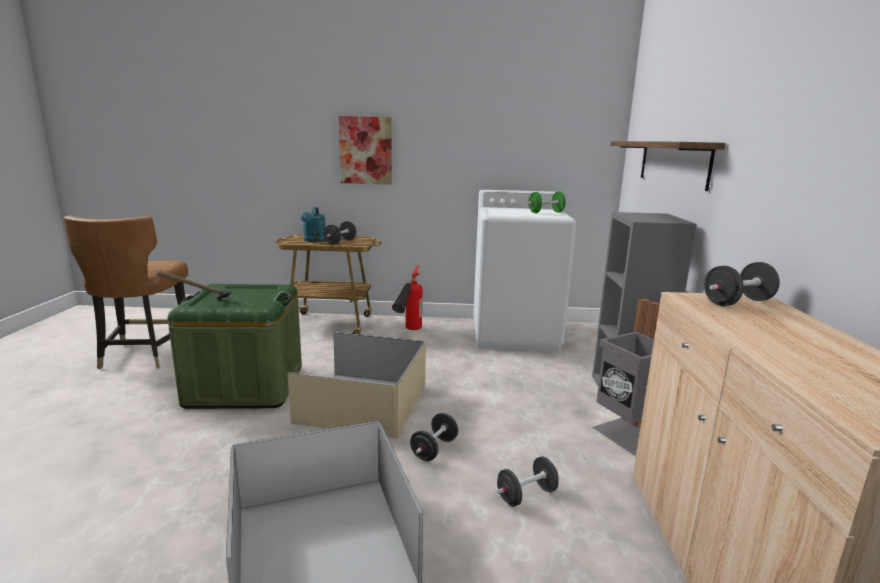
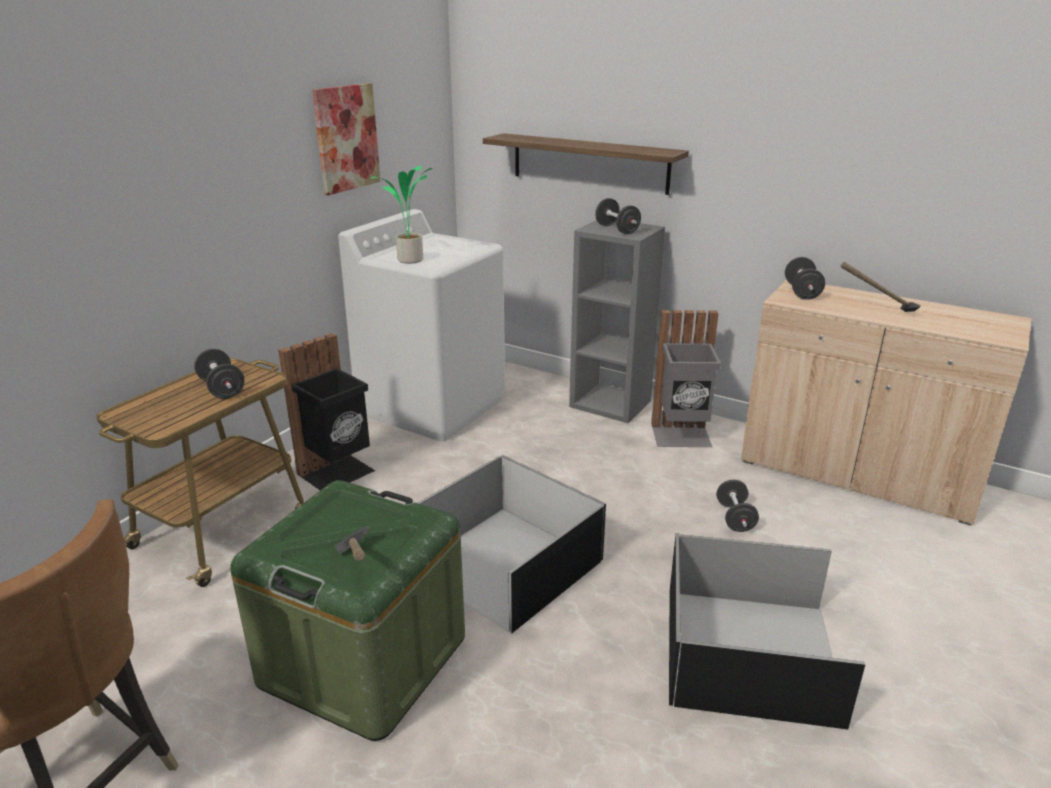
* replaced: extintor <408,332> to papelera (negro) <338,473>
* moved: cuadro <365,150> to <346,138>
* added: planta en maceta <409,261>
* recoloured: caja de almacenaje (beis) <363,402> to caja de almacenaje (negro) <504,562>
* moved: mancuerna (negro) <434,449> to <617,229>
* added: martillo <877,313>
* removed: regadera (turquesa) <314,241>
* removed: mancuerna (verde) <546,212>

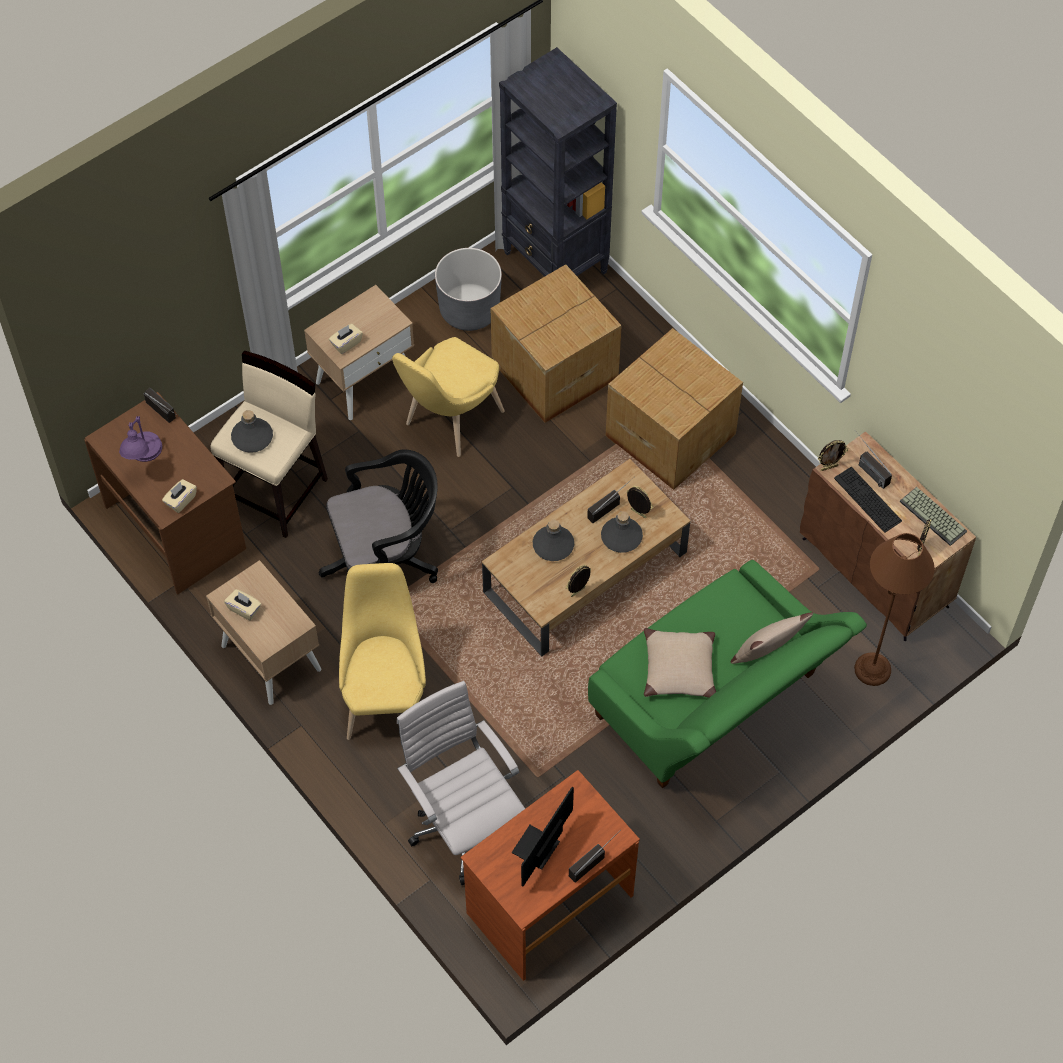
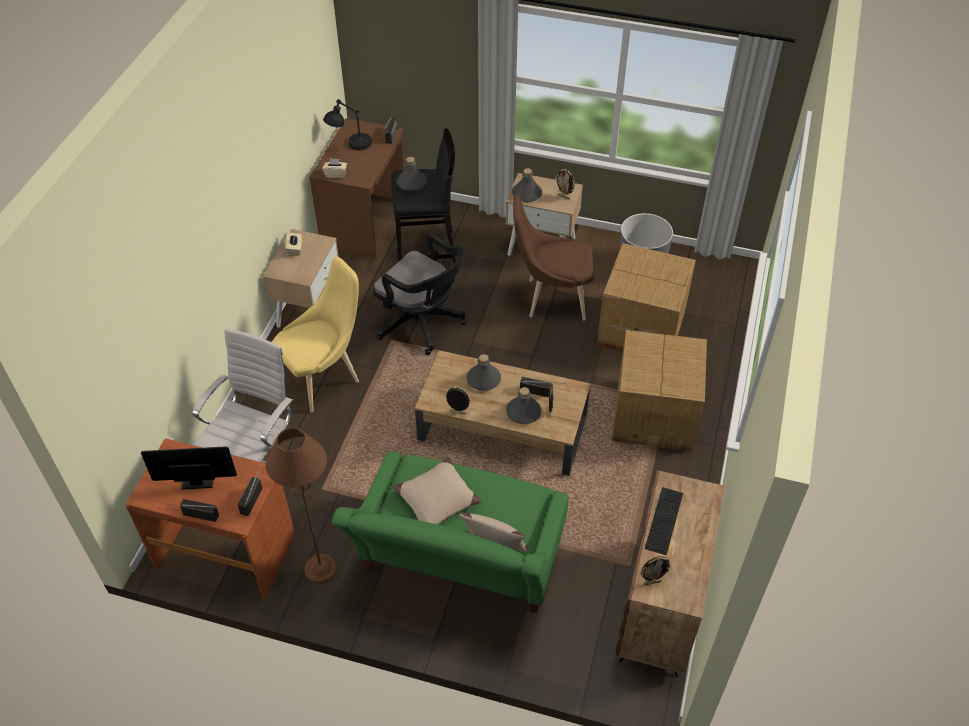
* moved: radio <866,468> to <254,493>
* moved: lámpara de pie (marrón) <872,669> to <320,569>
* recoloured: lámpara de mesa (morado) <144,461> to lámpara de mesa (negro) <350,147>
* recoloured: taburete (beis) <277,492> to taburete (negro) <427,251>
* replaced: caja de pañuelos (beis) <346,343> to botella (gris) <526,194>
* recoloured: silla (amarillo) <449,421> to silla (marrón) <551,299>
* moved: portarretratos <829,467> to <564,197>
* removed: estantería (negro) <556,263>
* removed: teclado <934,516>

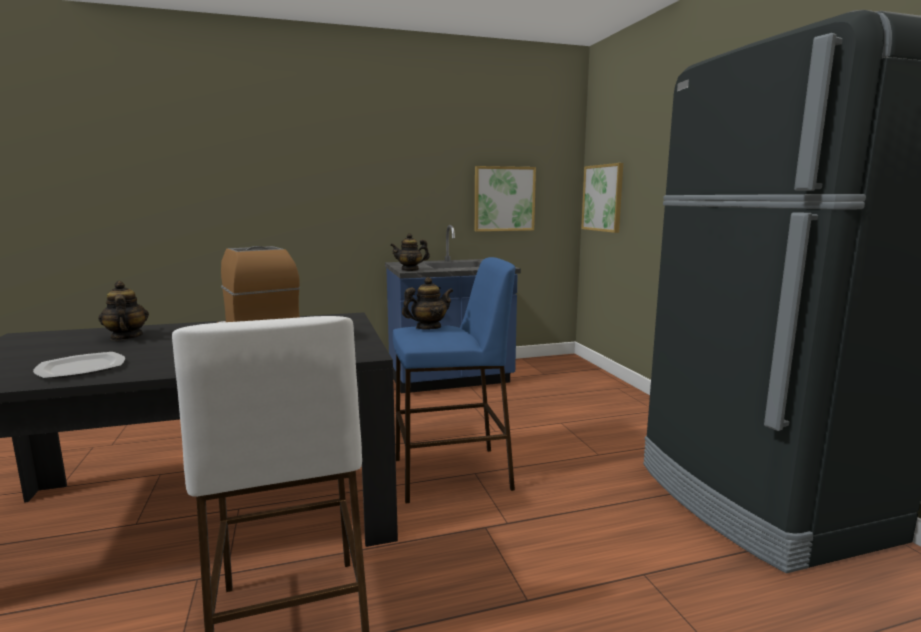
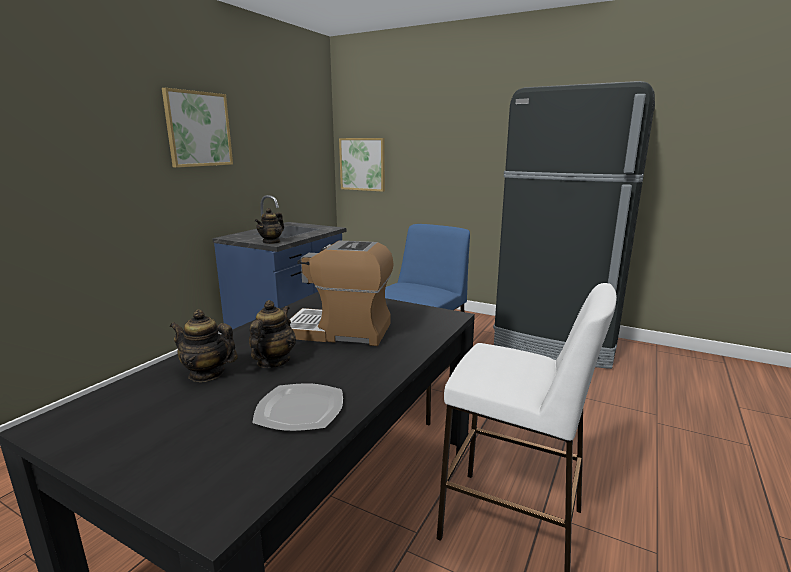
* moved: cuadro <504,199> to <198,129>
* moved: tetera <428,328> to <273,361>

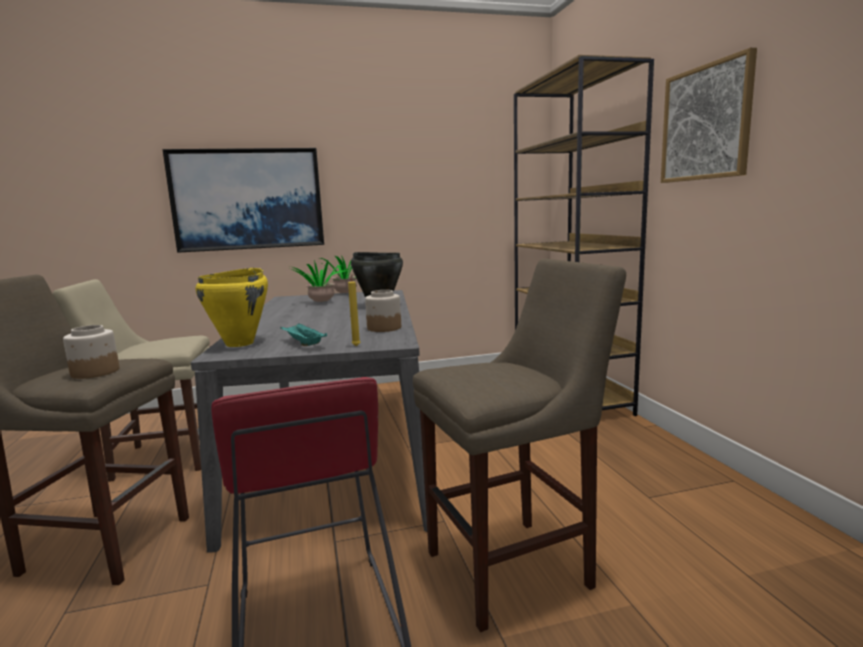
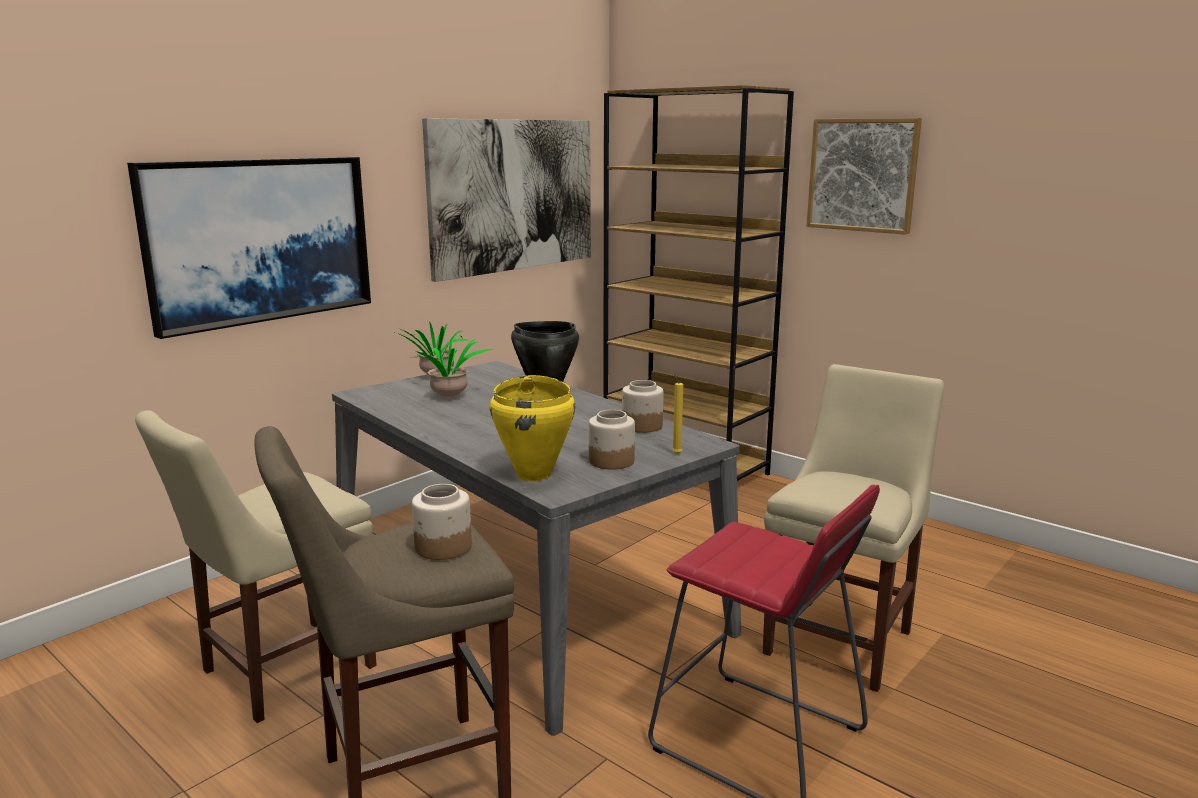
* added: cuadro <513,195>
* replaced: bandeja (turquesa) <303,344> to tarro <611,461>
* replaced: taburete (beis) <515,567> to silla (beis) <842,639>

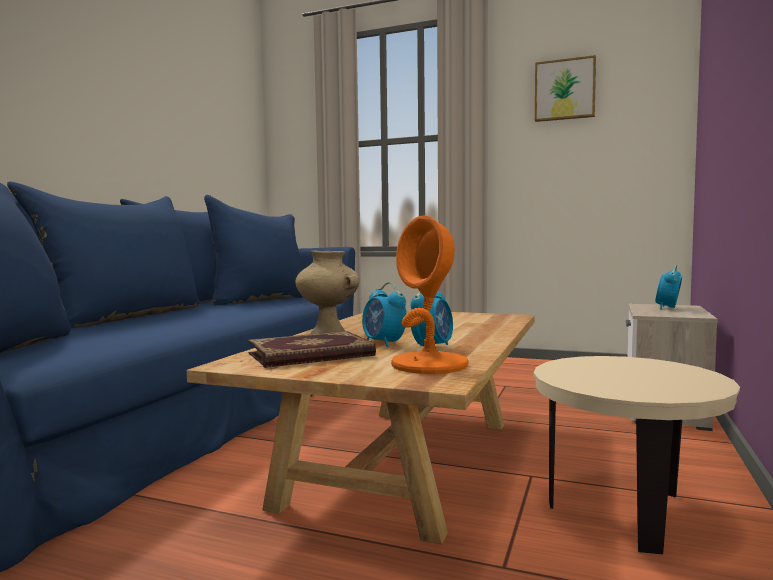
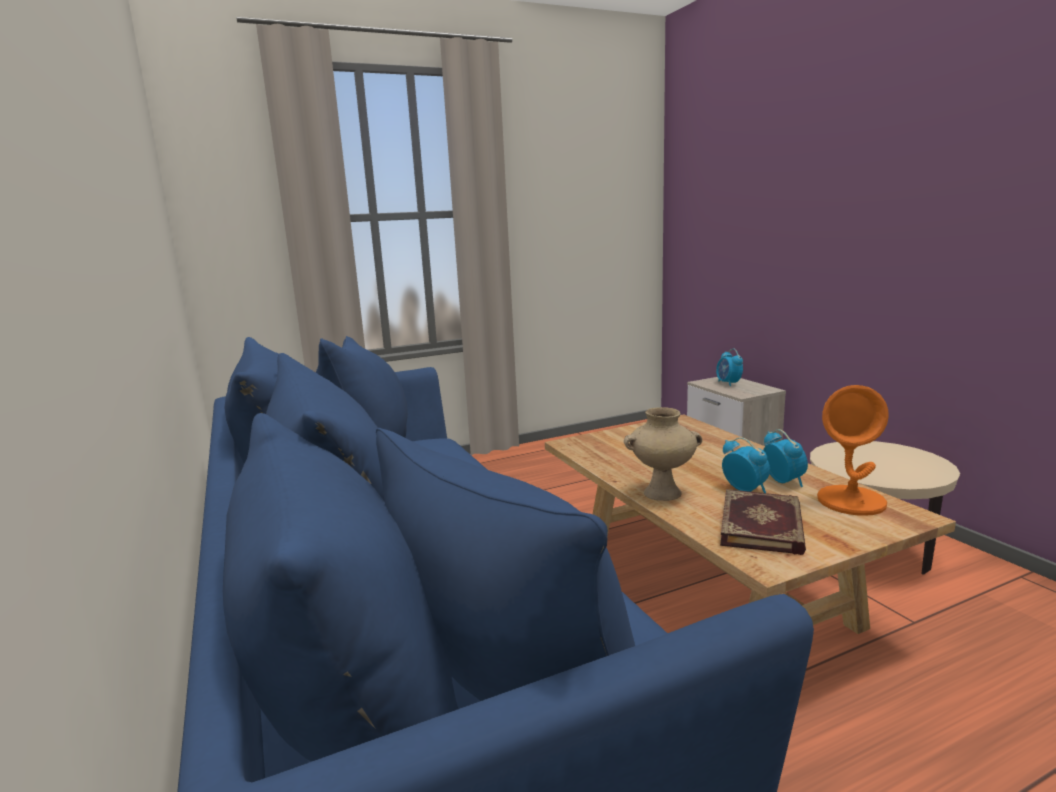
* turned: despertador <384,343> = <745,490> 135 degrees counterclockwise
* removed: cuadro <564,90>

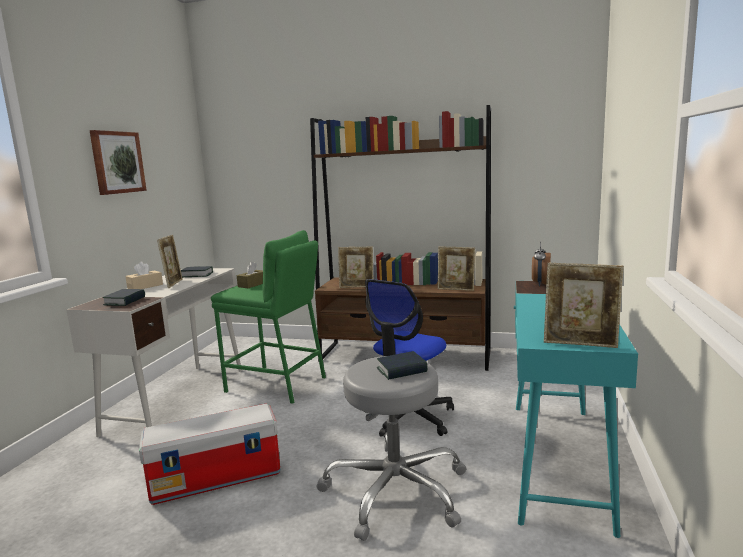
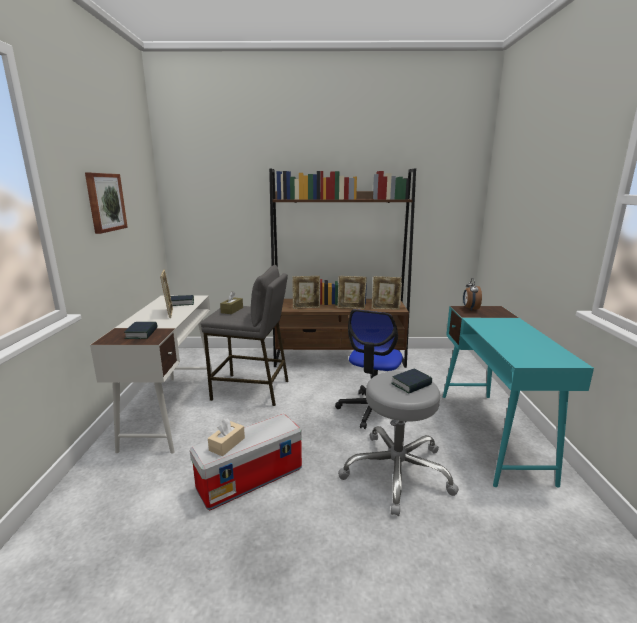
* recoloured: taburete (verde) <276,384> to taburete (gris) <251,390>
* moved: caja de pañuelos (beis) <145,286> to <227,444>
* moved: portarretratos <580,344> to <351,308>

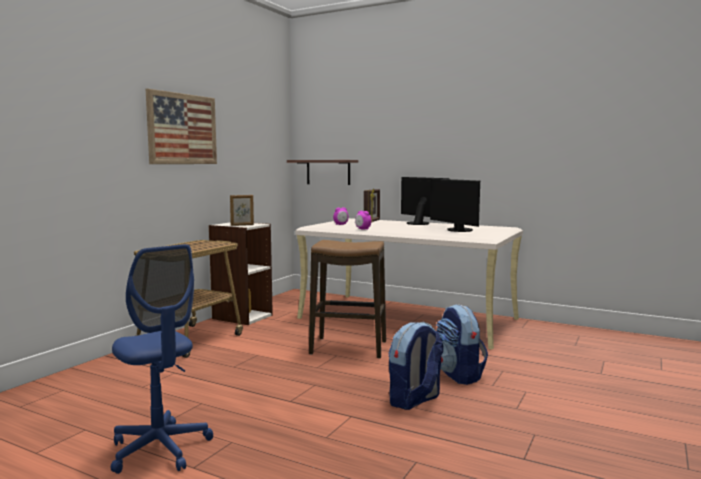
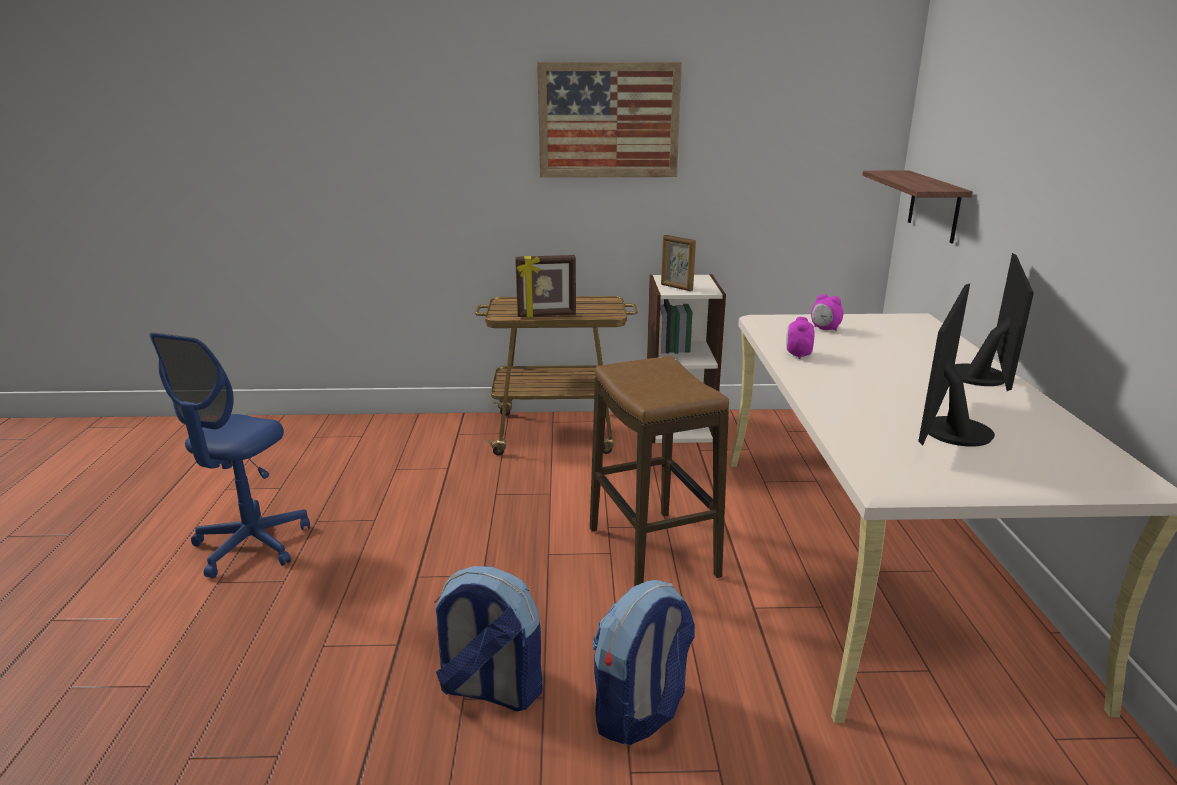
* moved: portarretratos <372,221> to <546,315>

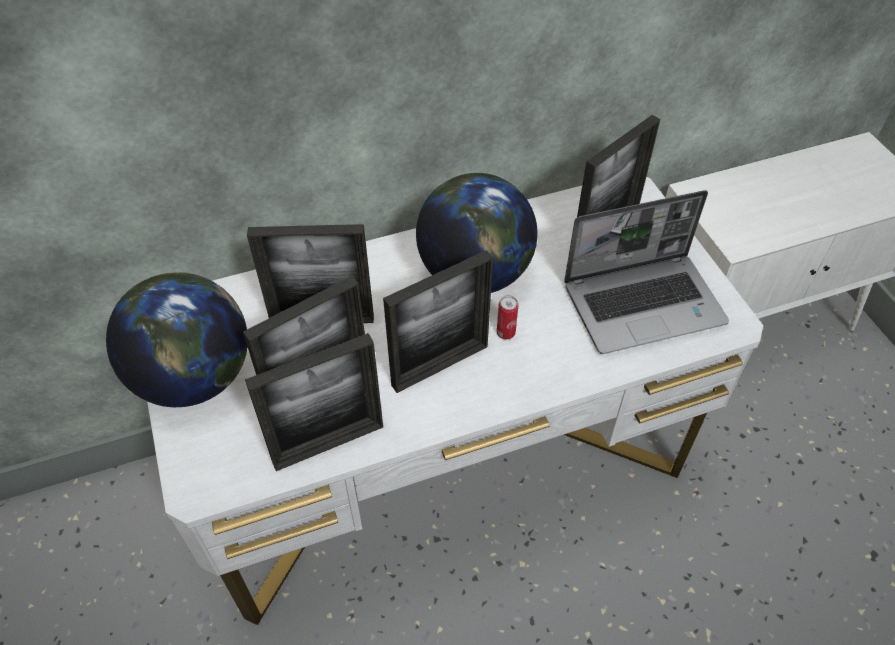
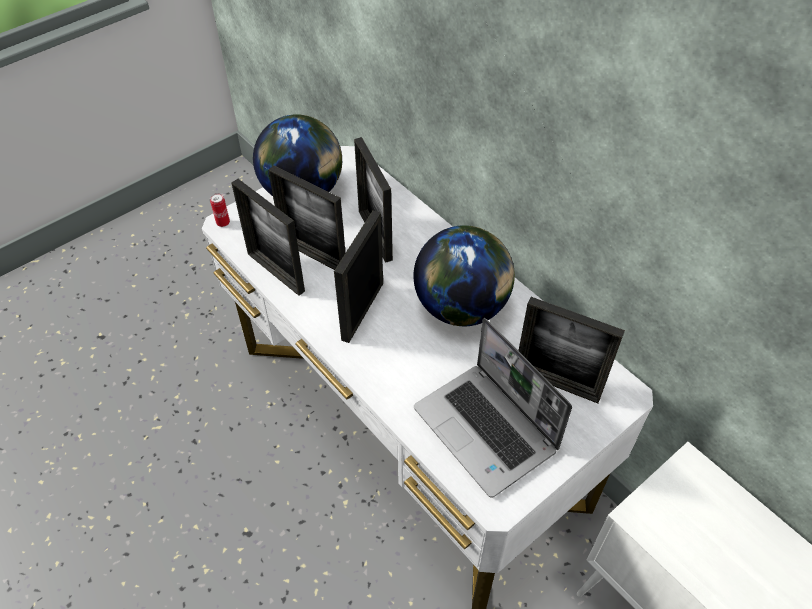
* moved: lata <505,333> to <223,223>
* turned: portarretratos <440,366> = <362,311> 75 degrees clockwise

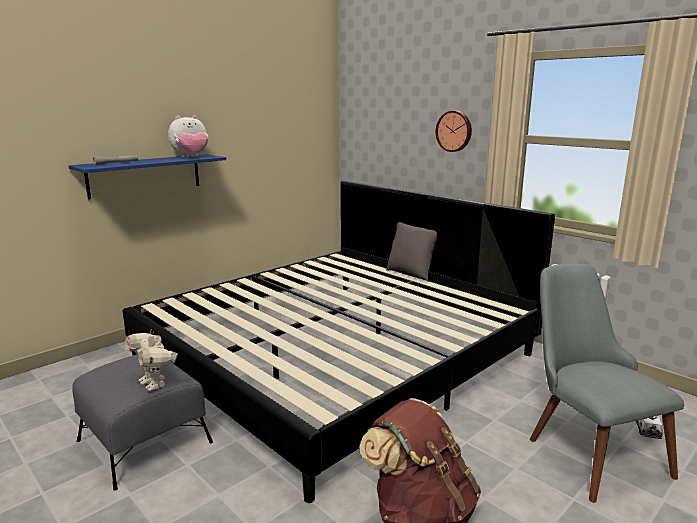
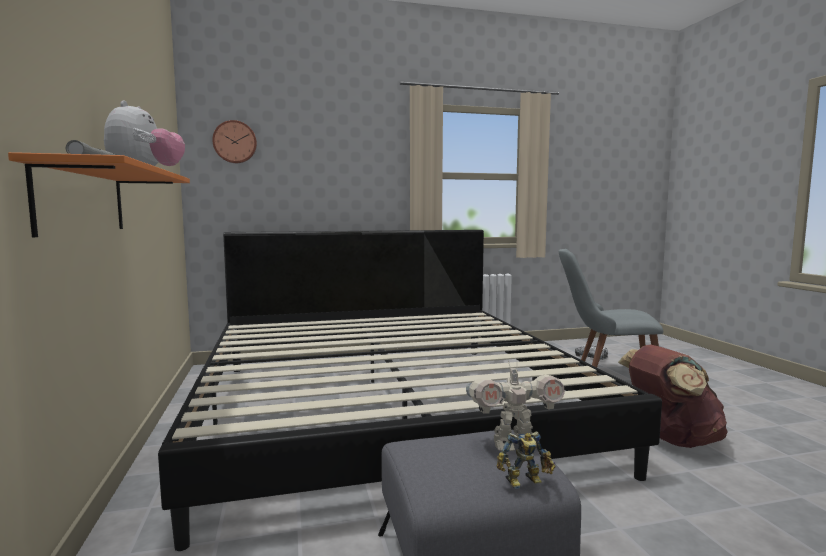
* recoloured: estante (azul) <145,175> to estante (naranja) <83,200>
* moved: reloj de pared <454,131> to <235,142>
* added: robot de juguete <525,482>
* removed: cojín (gris) <411,274>

